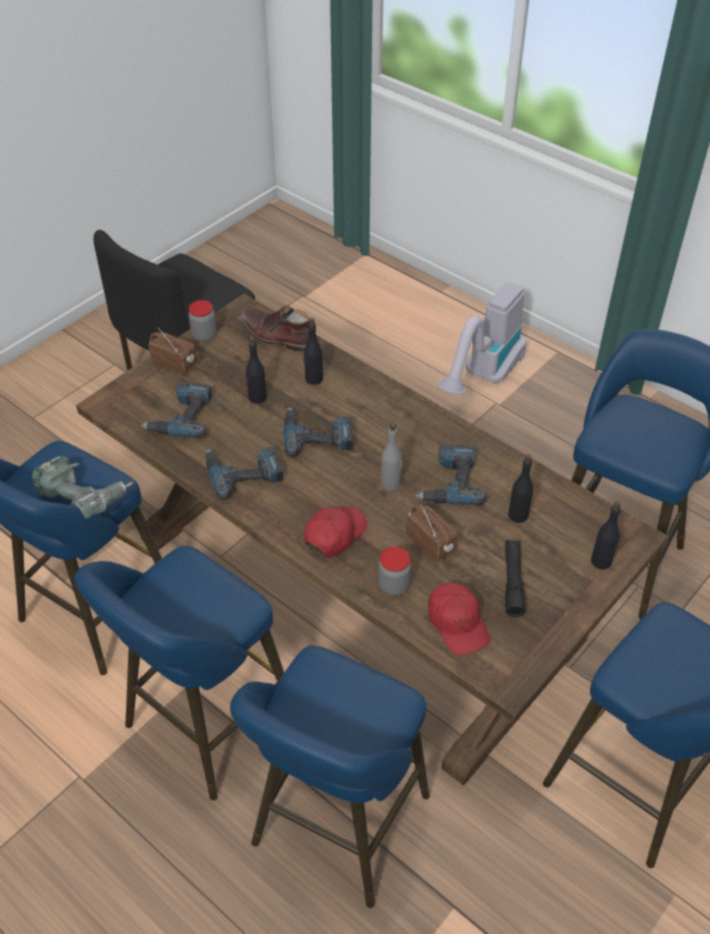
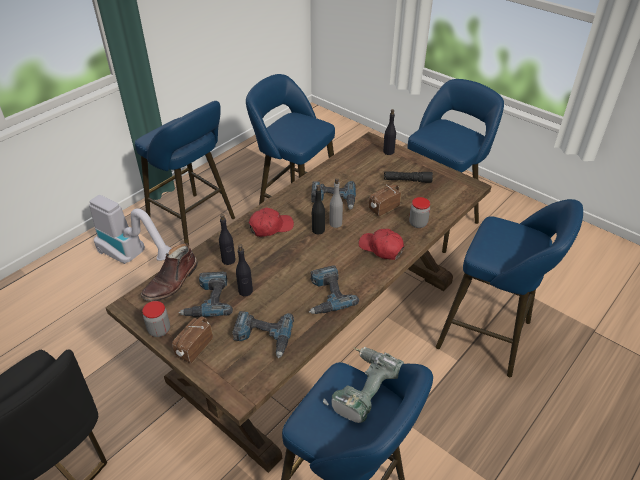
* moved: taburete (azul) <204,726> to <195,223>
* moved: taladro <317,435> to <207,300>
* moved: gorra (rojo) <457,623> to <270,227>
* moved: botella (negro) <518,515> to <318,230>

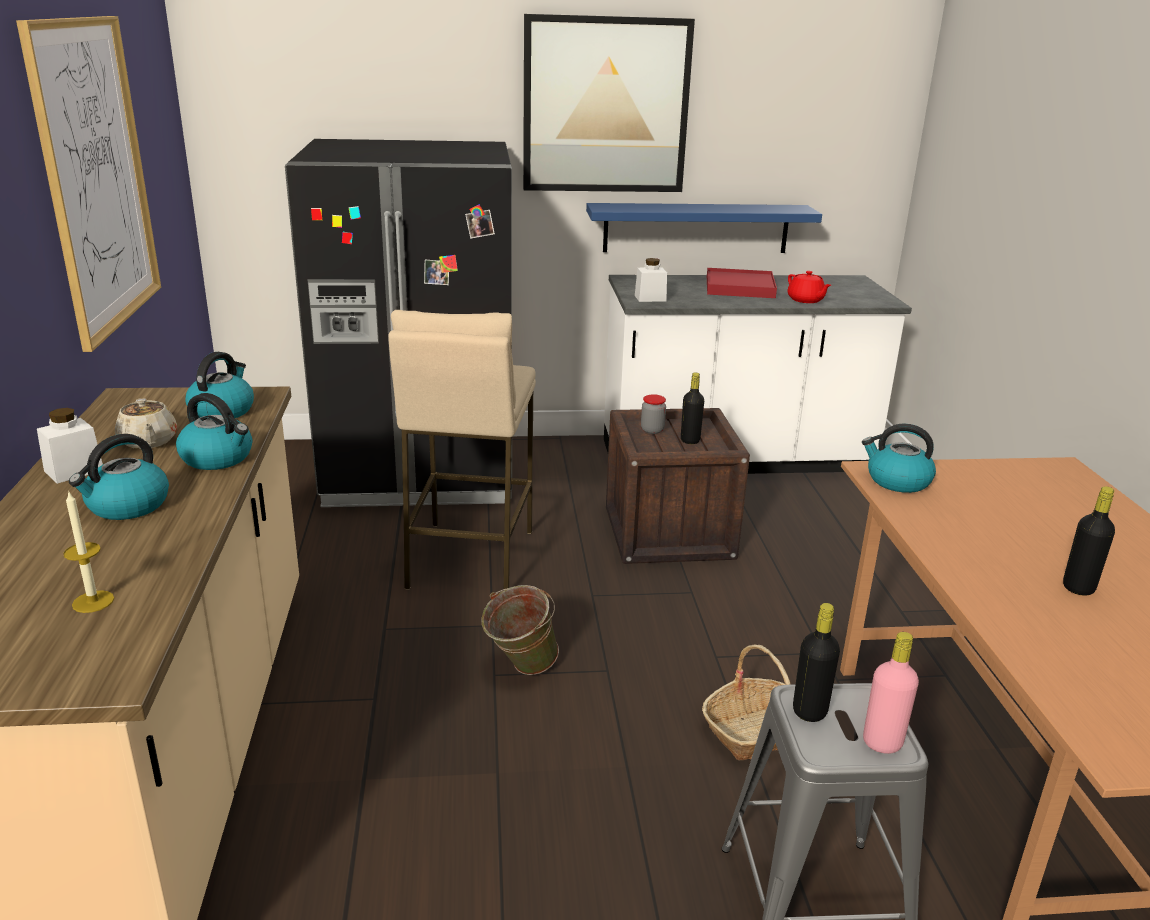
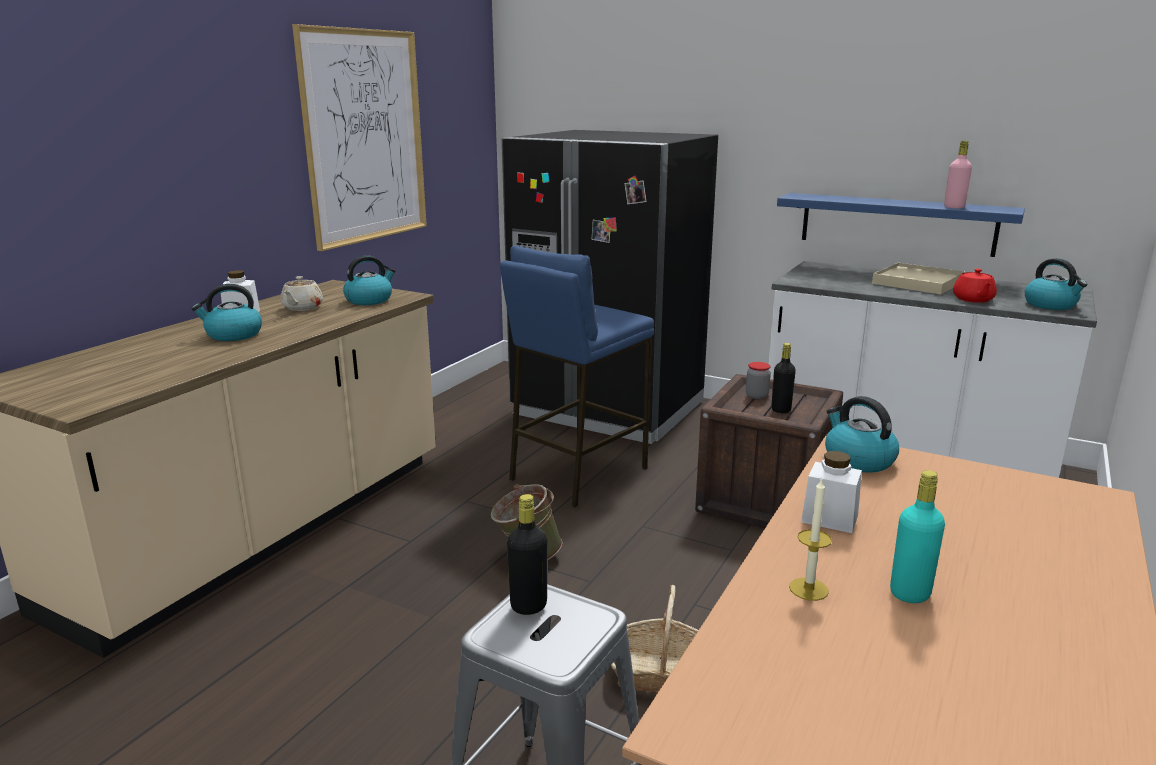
* recoloured: taburete (beis) <469,559> to taburete (azul) <577,473>
* moved: vela <93,601> to <808,589>
* moved: tarro (blanco) <650,298> to <829,518>
* recoloured: bandeja (rojo) <739,287> to bandeja (beis) <917,282>
* recoloured: botella (negro) <1078,588> to botella (turquesa) <910,593>
* moved: botella (rosa) <882,743> to <954,207>
* moved: hervidor <218,458> to <1051,305>
* removed: cuadro <605,106>

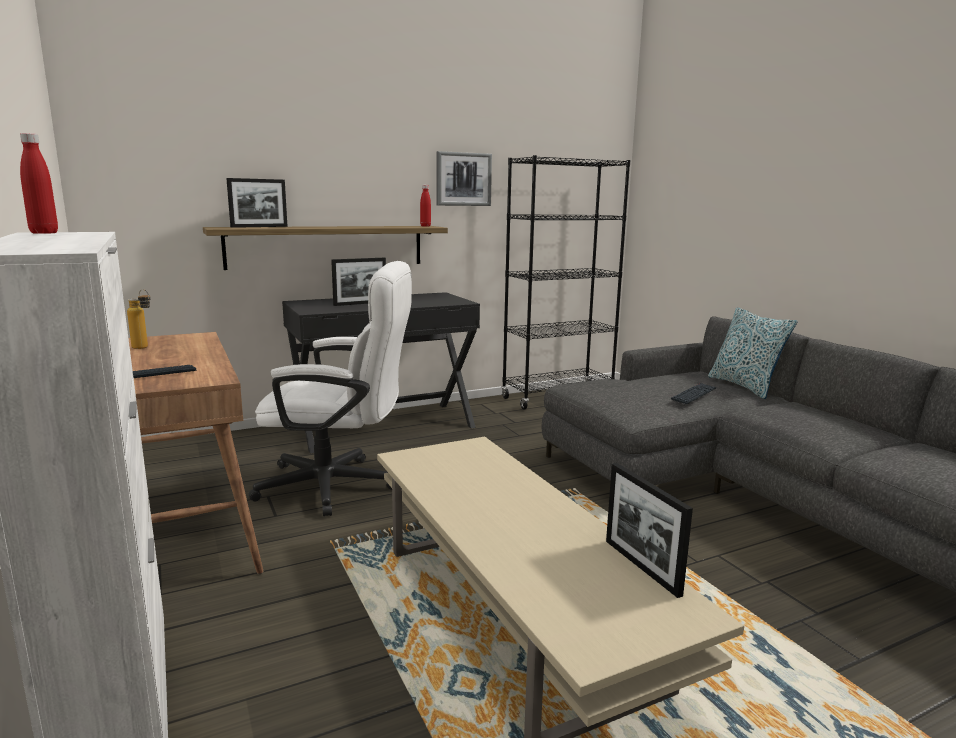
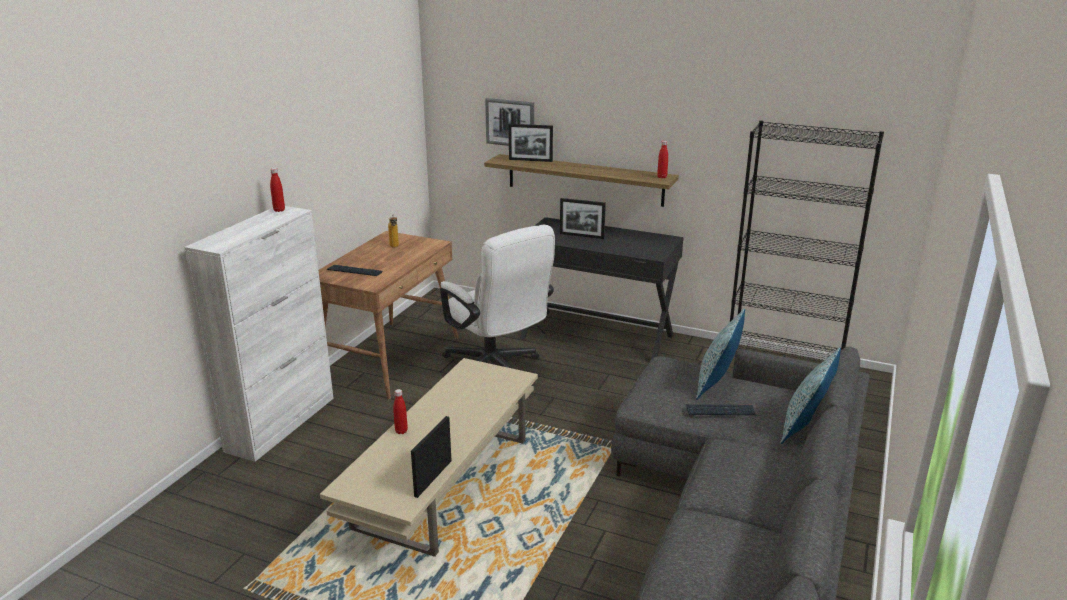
* added: botella (rojo) <401,431>
* moved: cuadro <463,179> to <510,122>
* added: cojín <716,383>

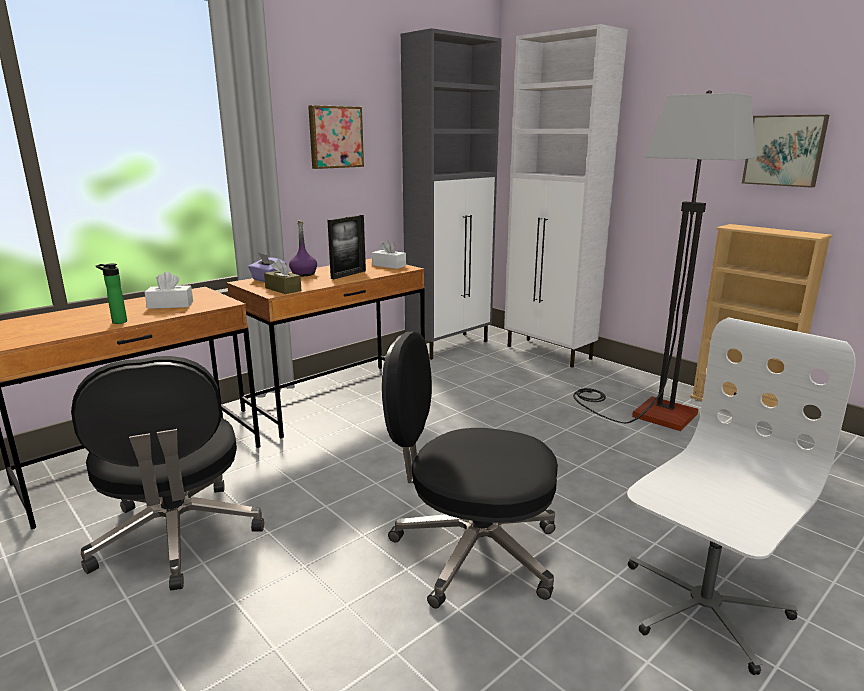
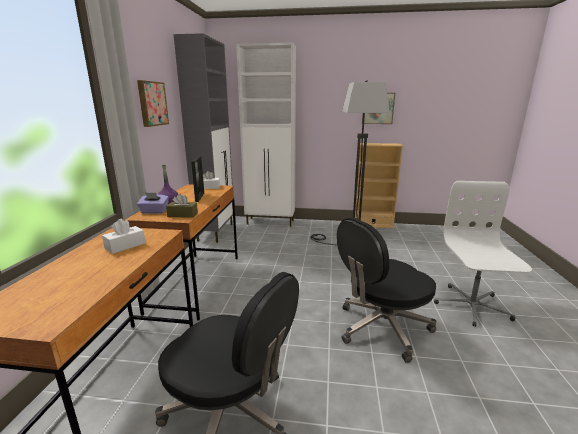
* removed: botella <117,322>

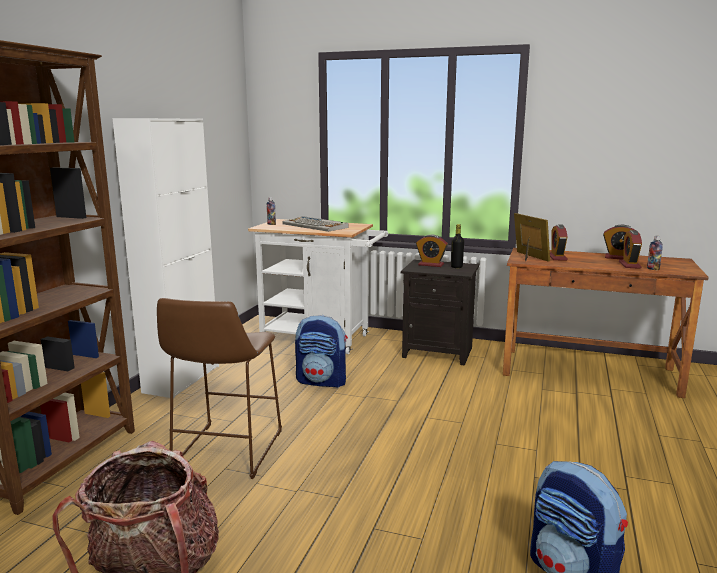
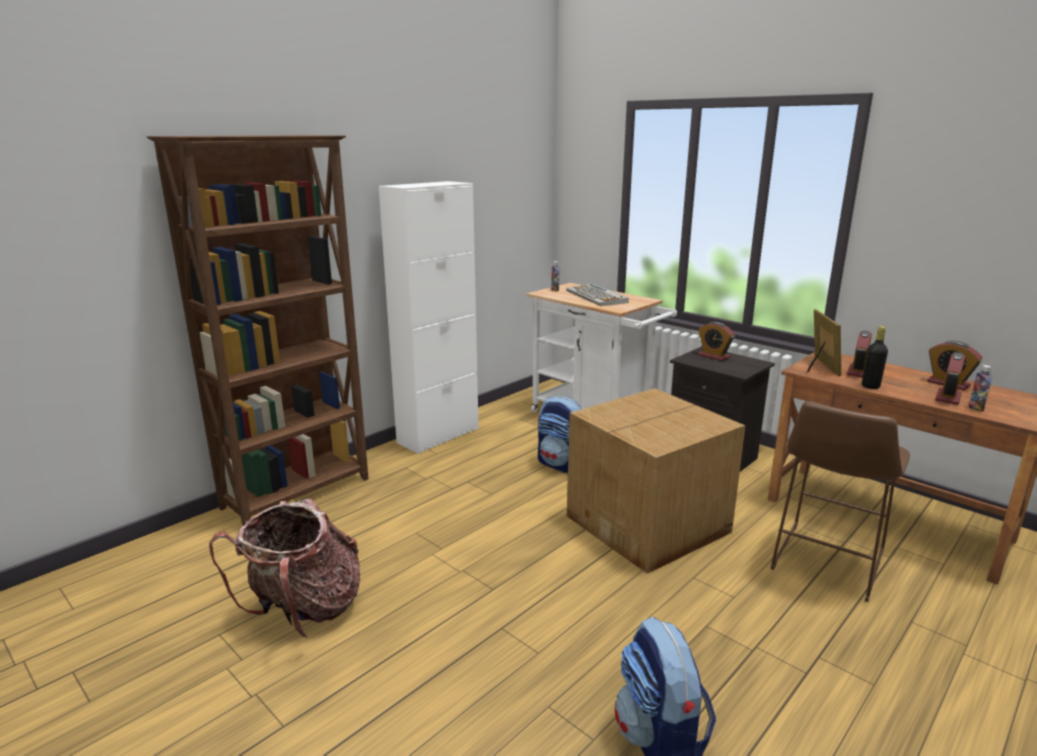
* added: caja de cartón <650,524>
* moved: taburete (marrón) <225,453> to <825,563>
* moved: botella (negro) <456,267> to <870,386>

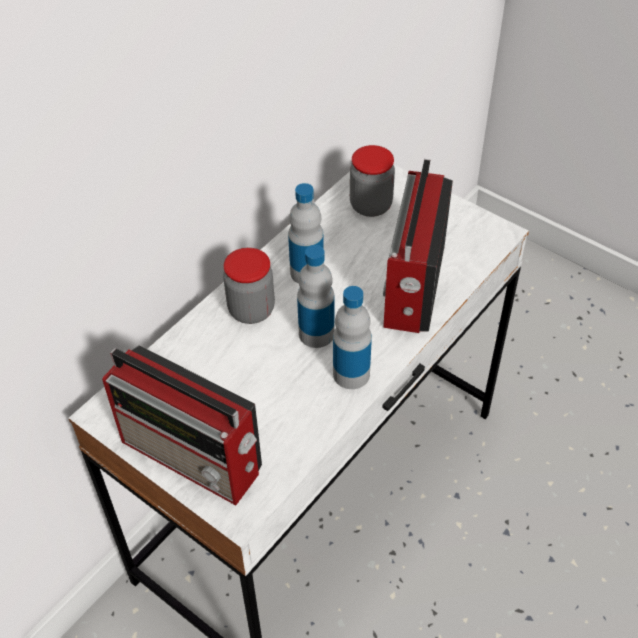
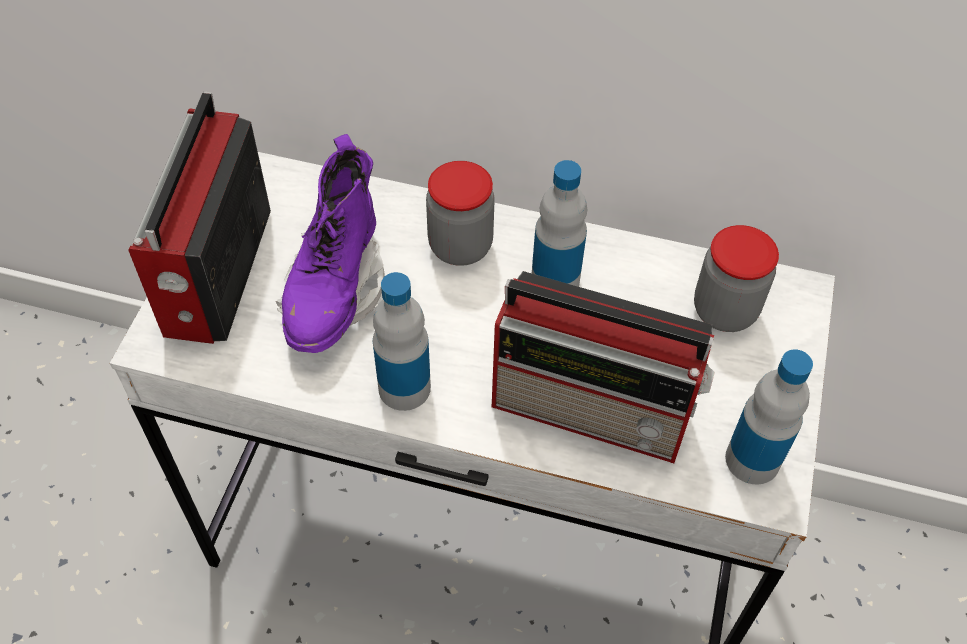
* added: bota (morado) <334,291>
* turned: radio <412,287> = <595,411> 150 degrees counterclockwise
* moved: botella <316,334> to <752,459>

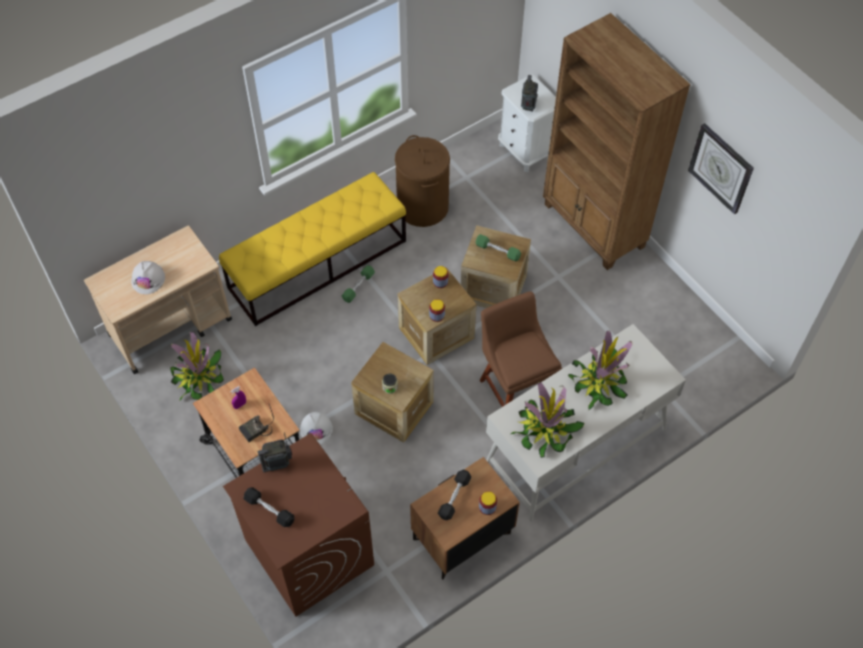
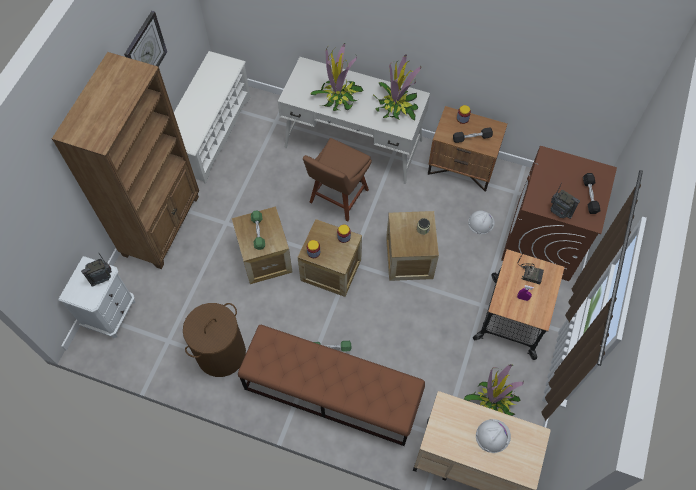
* added: zapatero (blanco) <211,133>
* recoloured: banco (amarillo) <318,264> to banco (marrón) <331,393>
* moved: casco (blanco) <316,429> to <481,222>

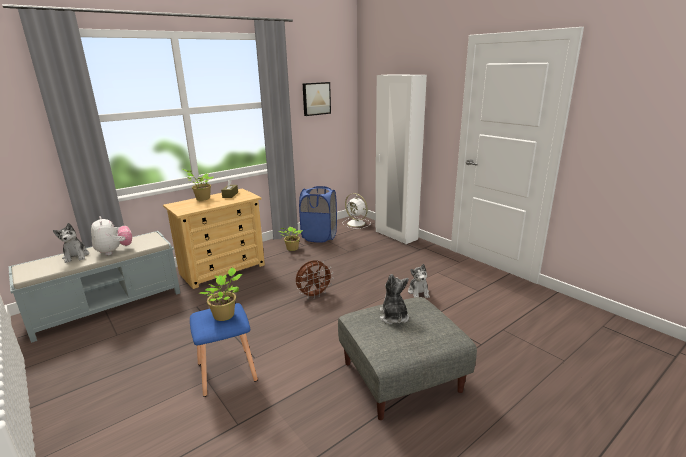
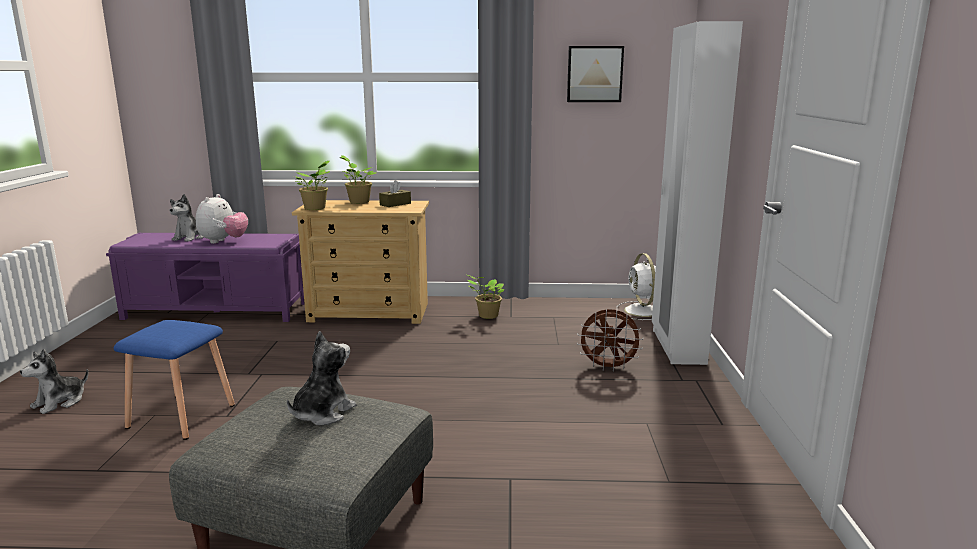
* moved: peluche <418,292> to <59,402>
* recoloured: banco (gris) <109,305> to banco (morado) <217,311>
* moved: planta en maceta <225,315> to <316,208>
* moved: ventilador (marrón) <314,295> to <608,367>
* removed: cesto de la ropa (azul) <319,236>

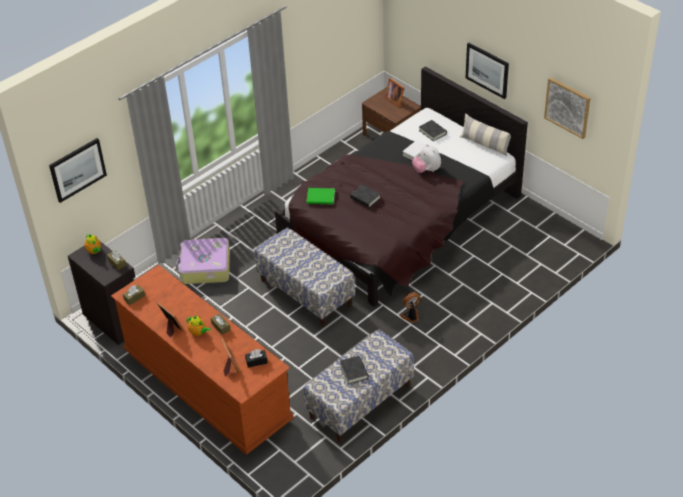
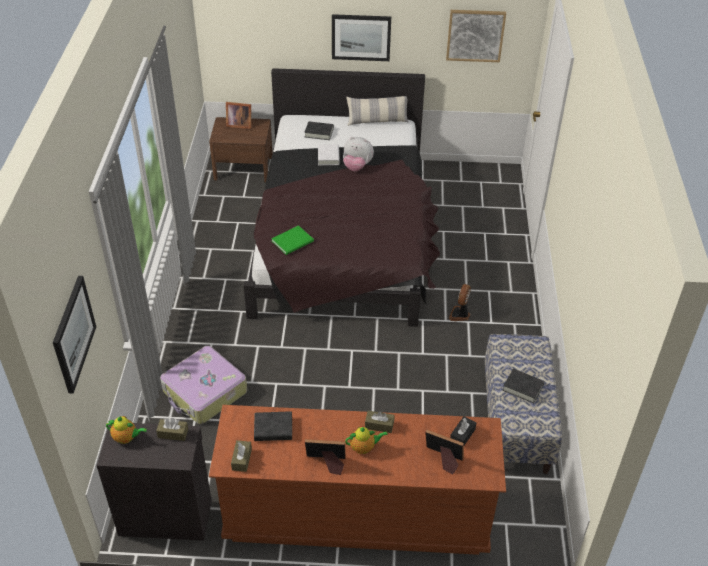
* moved: libro (negro) <365,198> to <273,429>
* removed: banco <306,293>

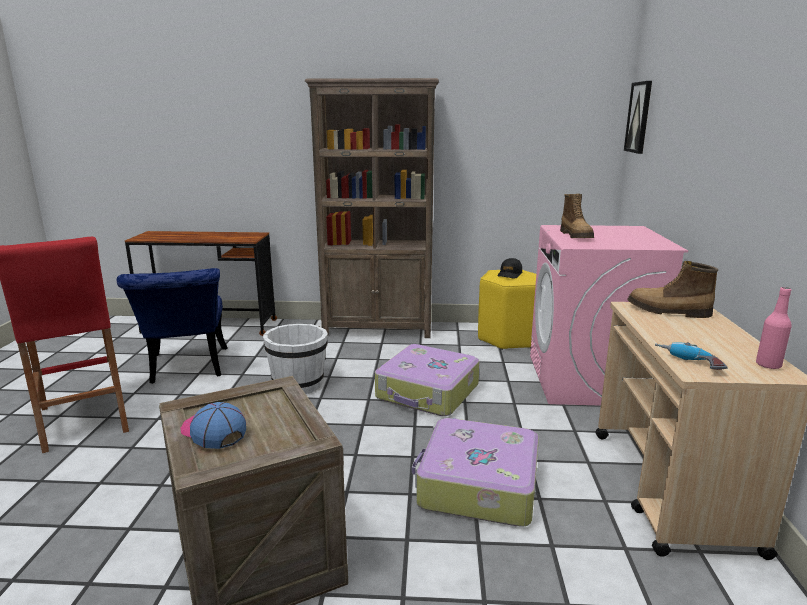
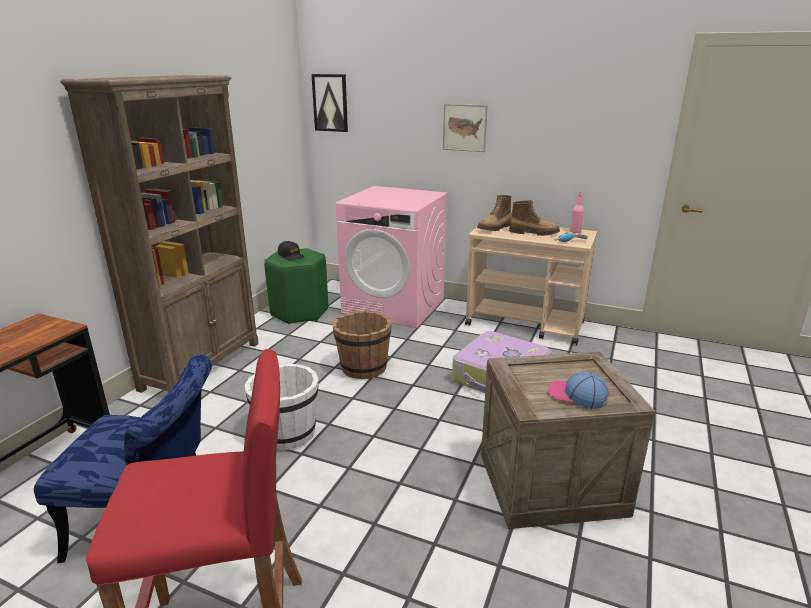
* recoloured: taburete (amarillo) <509,338> to taburete (verde) <300,312>
* replaced: maleta <428,392> to cubo (marrón) <363,368>
* added: cuadro <464,127>
* moved: bota <576,236> to <534,233>
* turned: gorra <213,431> = <577,395> 60 degrees clockwise

